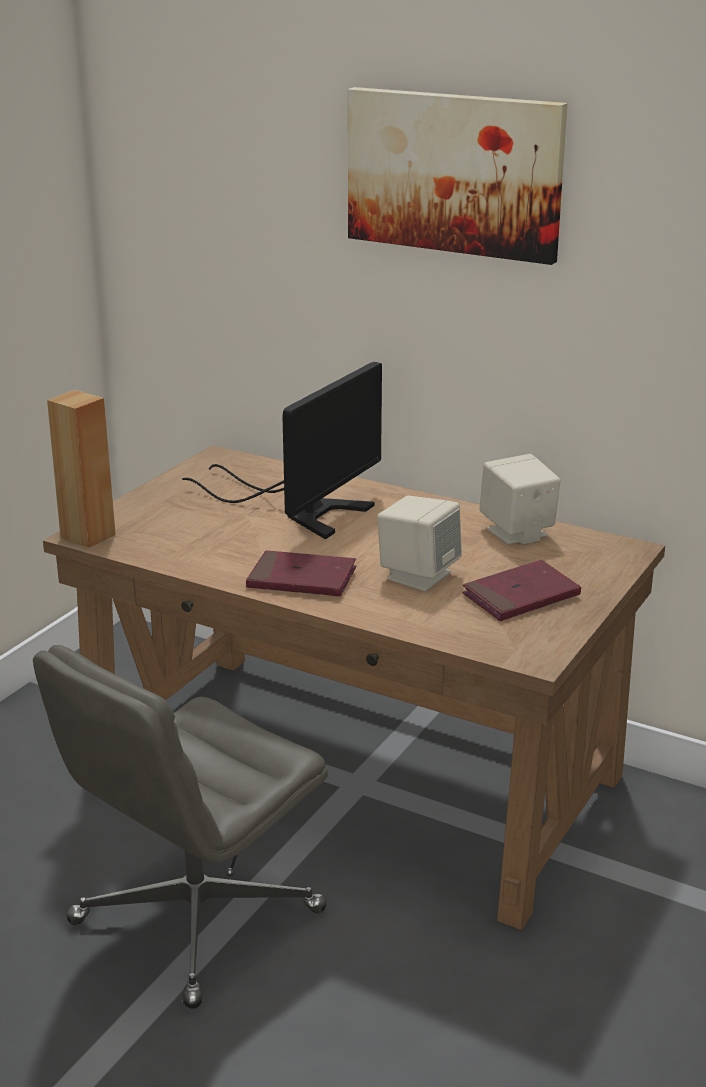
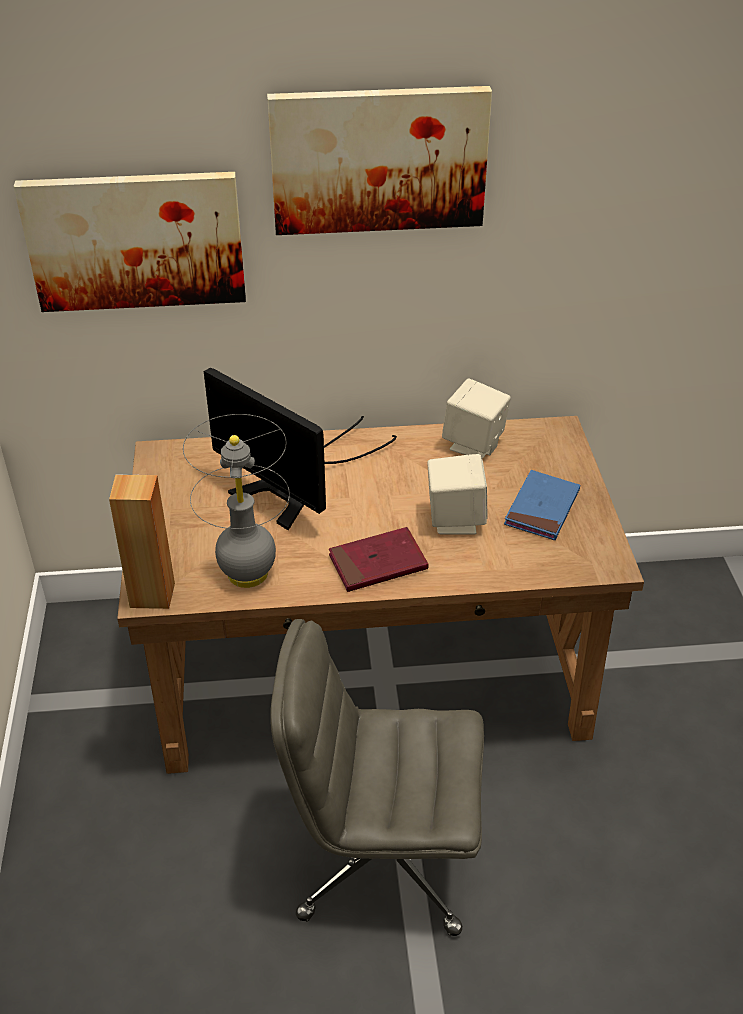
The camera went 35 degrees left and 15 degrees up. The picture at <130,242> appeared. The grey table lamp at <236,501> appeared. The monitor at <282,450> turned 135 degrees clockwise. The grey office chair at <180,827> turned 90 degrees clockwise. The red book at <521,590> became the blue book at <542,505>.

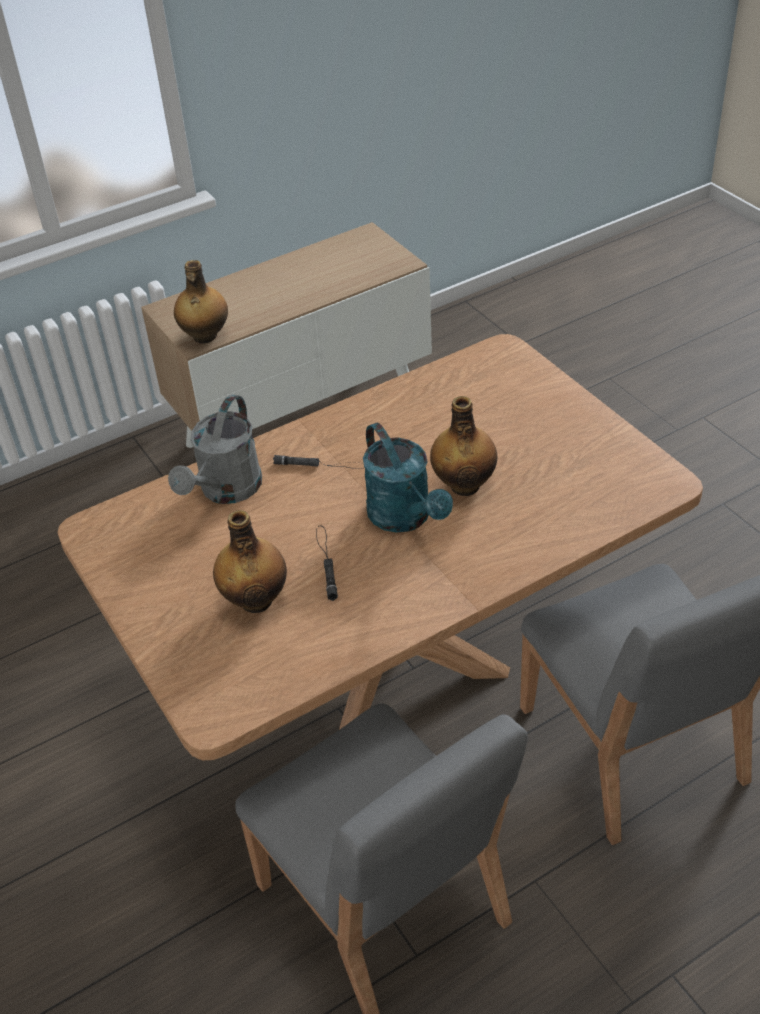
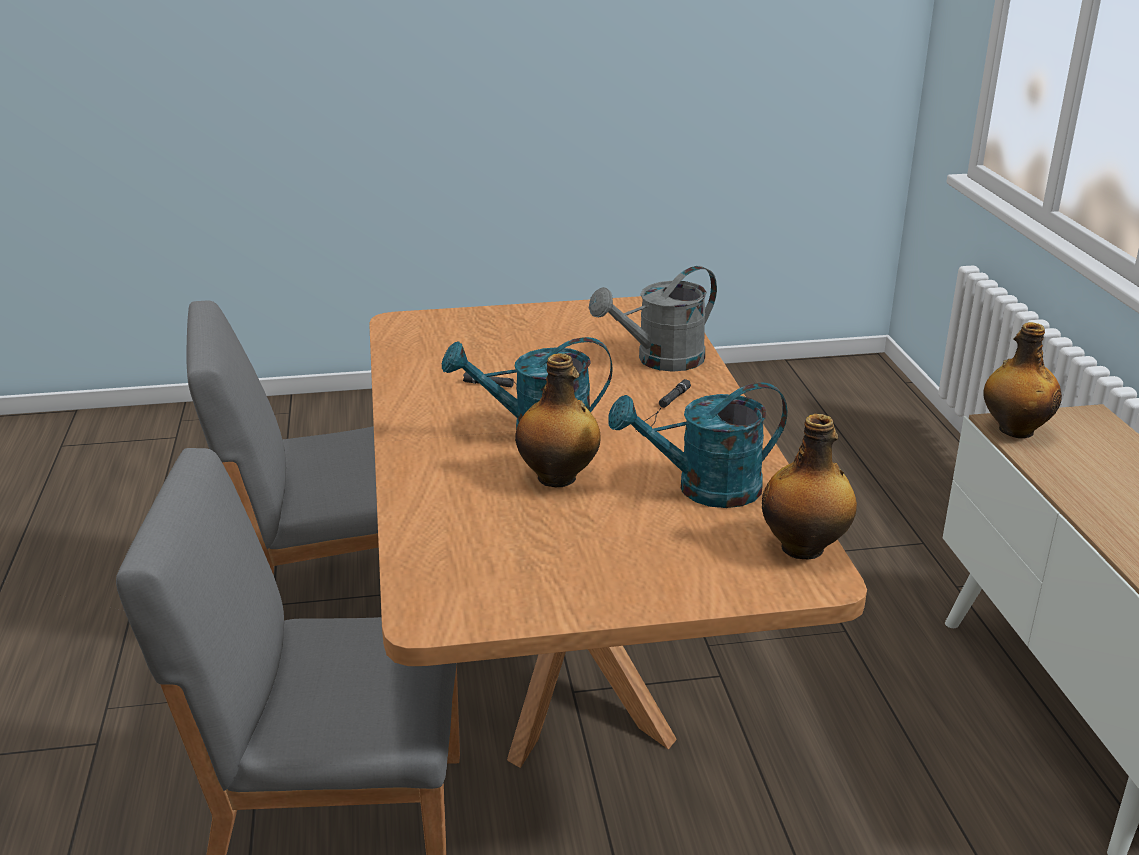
The camera went 110 degrees right and 15 degrees down. The grey watering can at <215,449> turned 75 degrees counterclockwise. The turquoise watering can at <697,445> appeared. The bottle moved from <250,561> to <809,486>.

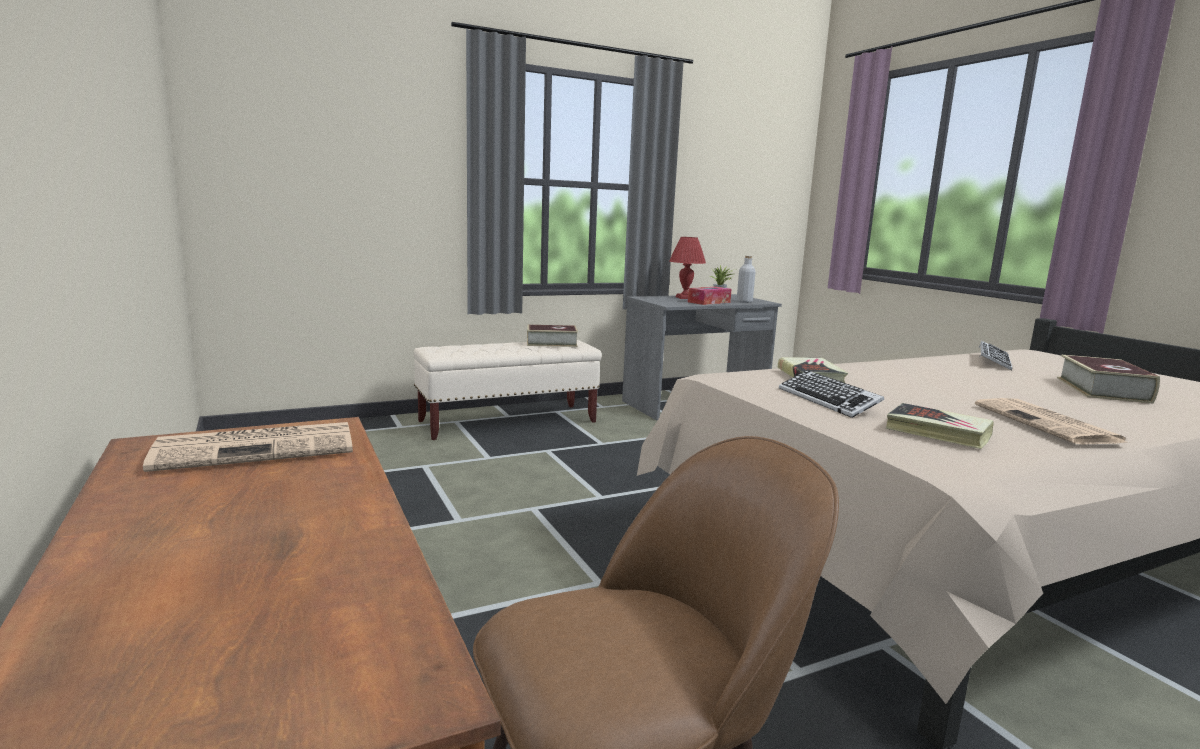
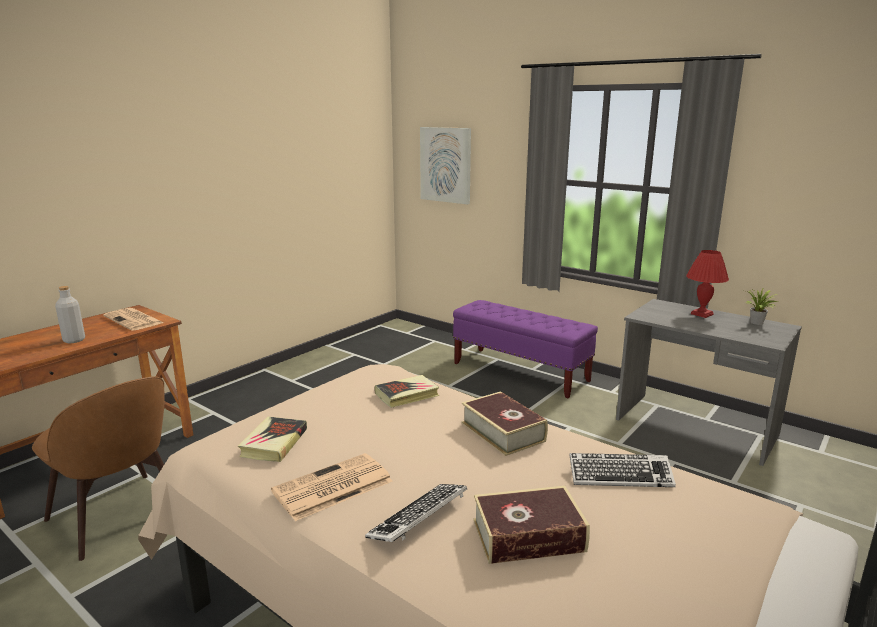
The camera went 65 degrees right and 5 degrees up. The grey bottle moved from <746,279> to <70,314>. The keyboard moved from <831,394> to <416,513>. The picture at <445,165> appeared. The beige bench at <508,390> became the purple bench at <525,349>. The book moved from <552,336> to <504,423>. The tissue box at <710,296> disappeared.

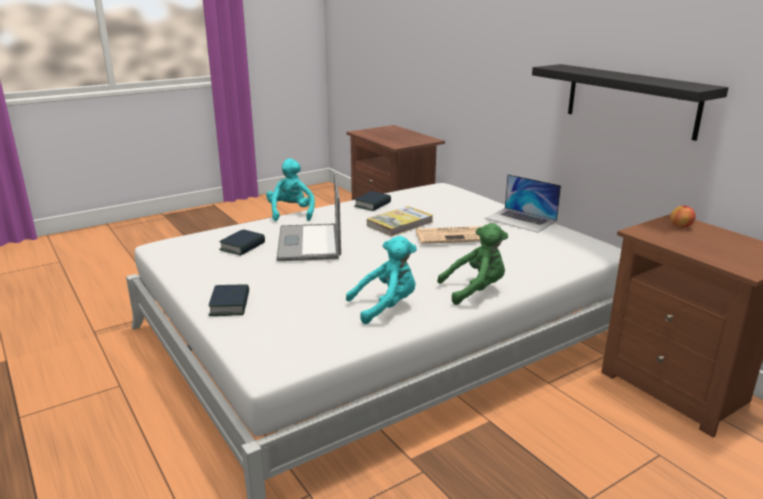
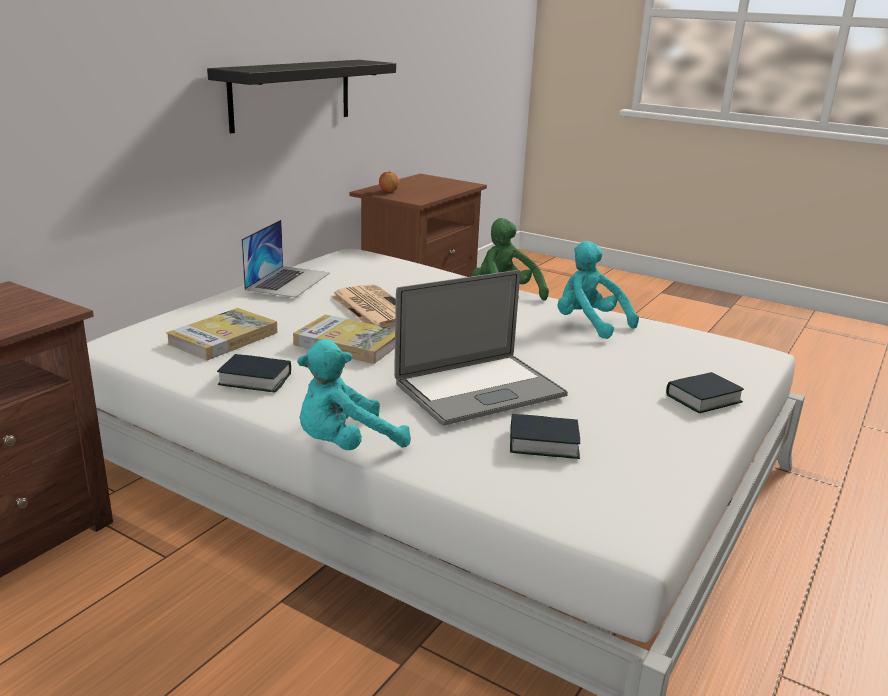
The camera went 115 degrees left and 0 degrees up. The book at <222,334> appeared.

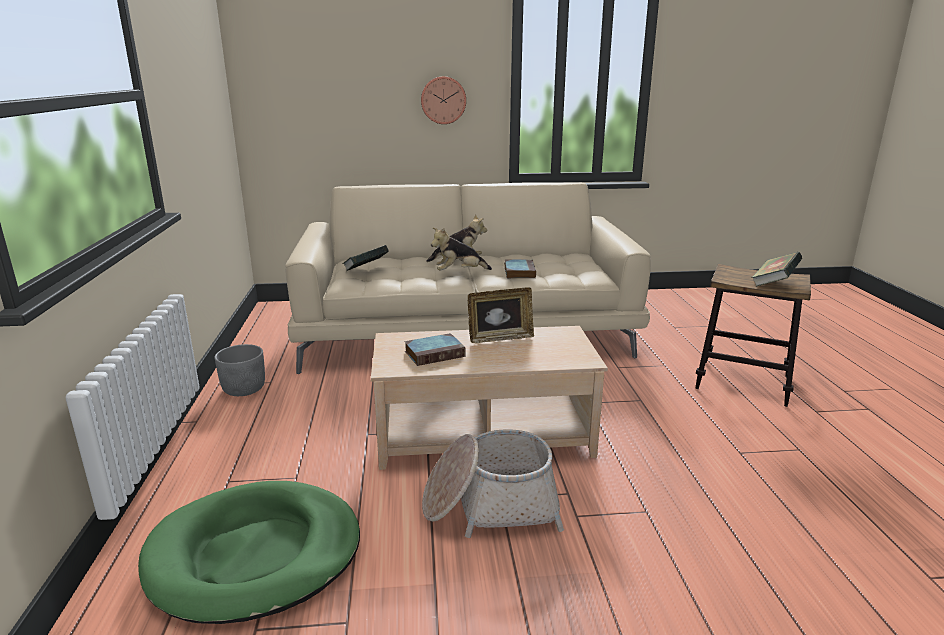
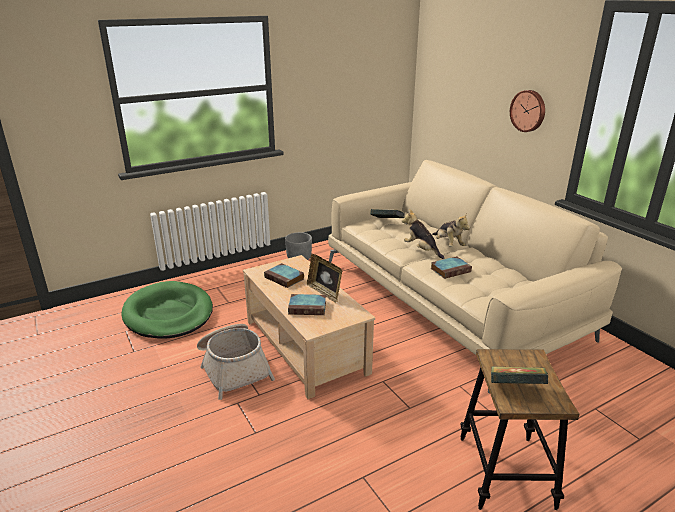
The camera went 65 degrees right and 5 degrees up. The book at <307,304> appeared.

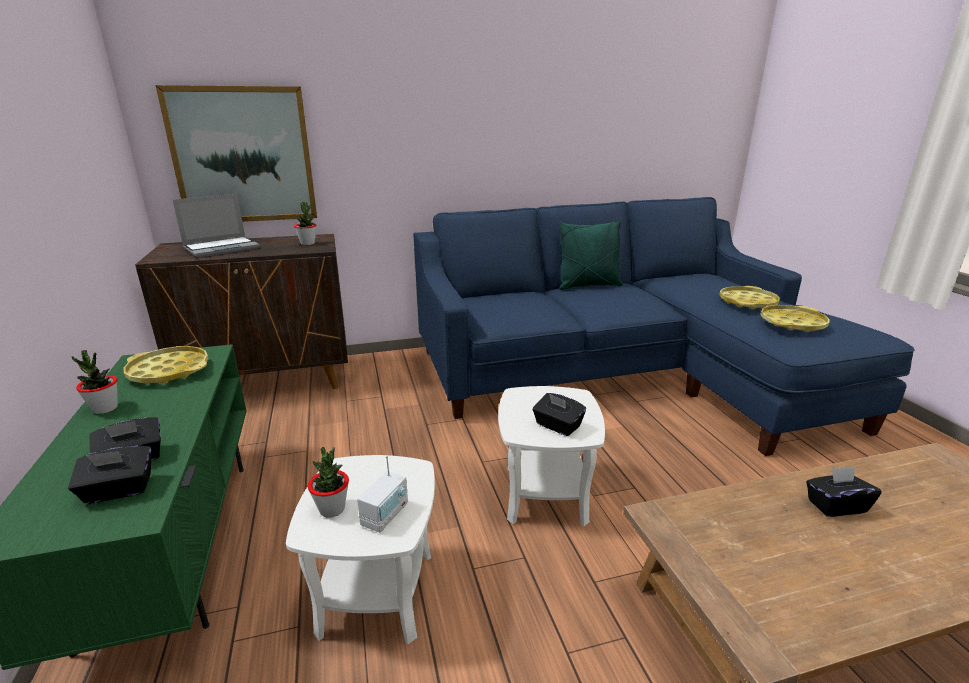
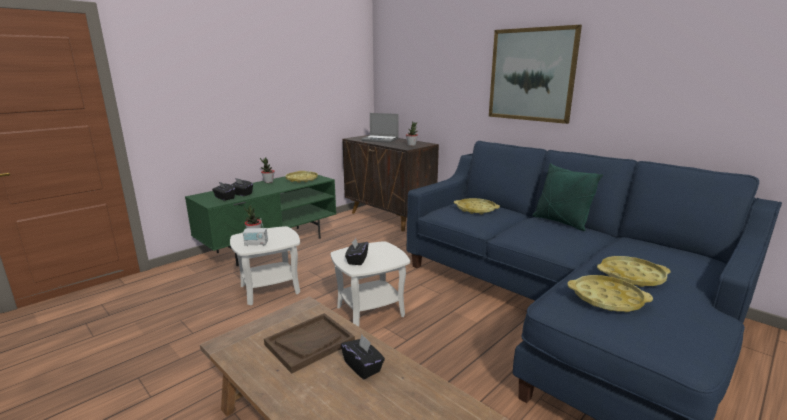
The camera went 60 degrees right and 5 degrees down. The brown tray at <309,343> appeared. The yellow tray at <477,206> appeared. The picture moved from <236,153> to <535,74>.

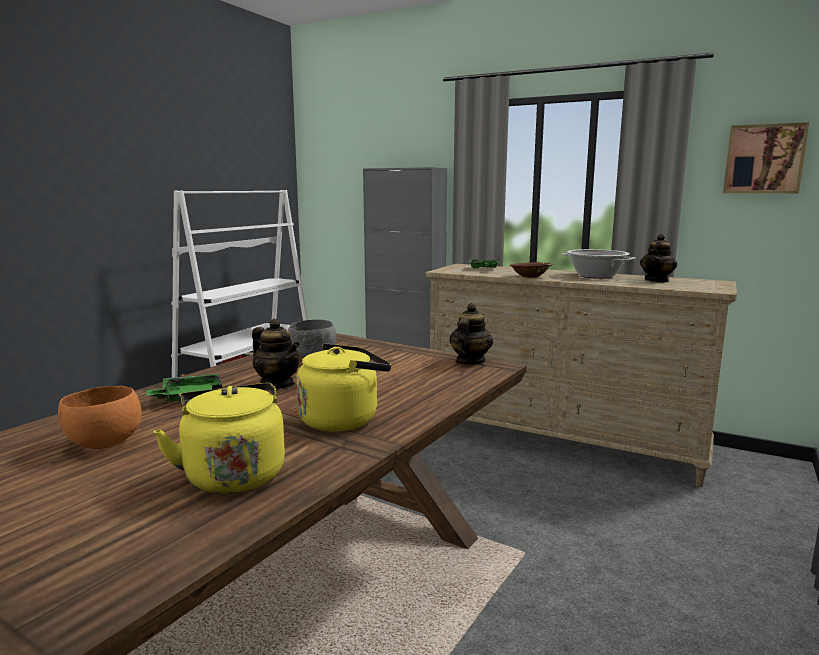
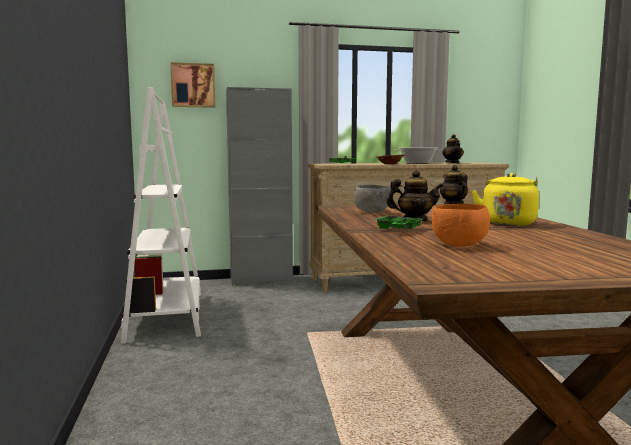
The camera went 40 degrees left and 5 degrees down. The picture moved from <766,157> to <192,85>. The yellow kettle at <219,438> disappeared.

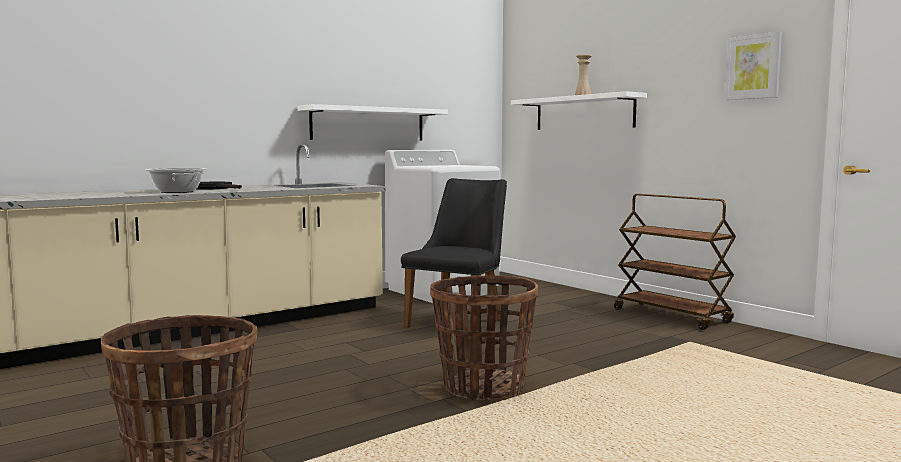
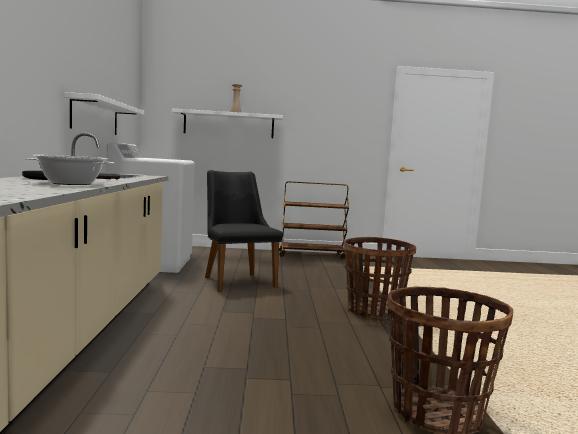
The camera went 55 degrees left and 0 degrees up. The picture at <753,66> disappeared.

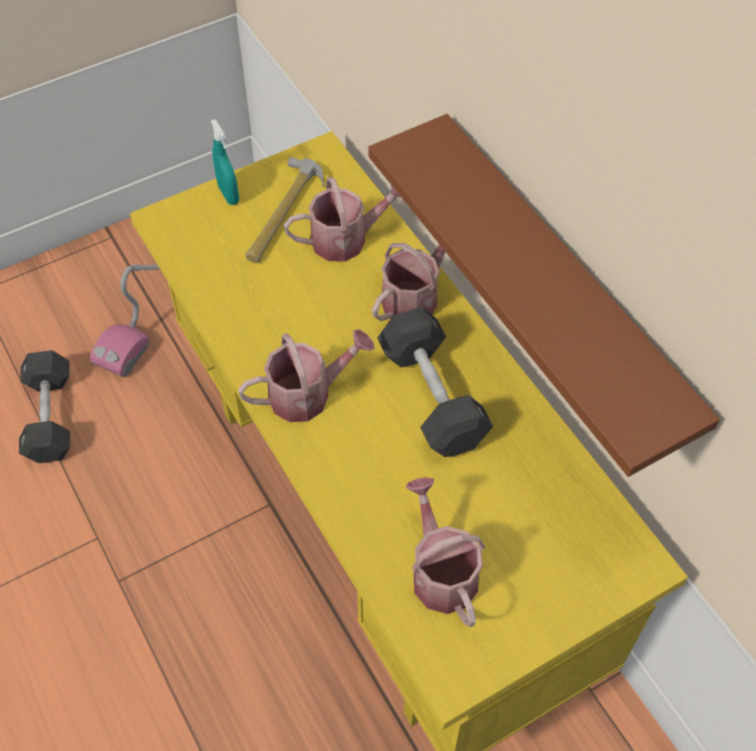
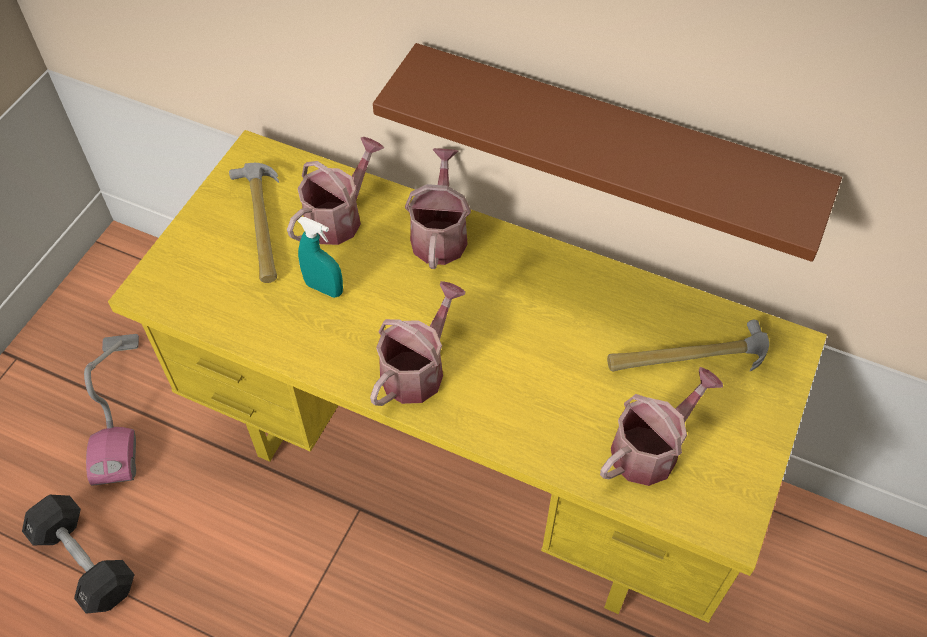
The camera went 35 degrees left and 0 degrees up. The turquoise spray bottle moved from <225,162> to <320,257>. The watering can at <445,552> turned 105 degrees clockwise. The hammer at <688,346> appeared. The black dumbbell at <435,382> disappeared.

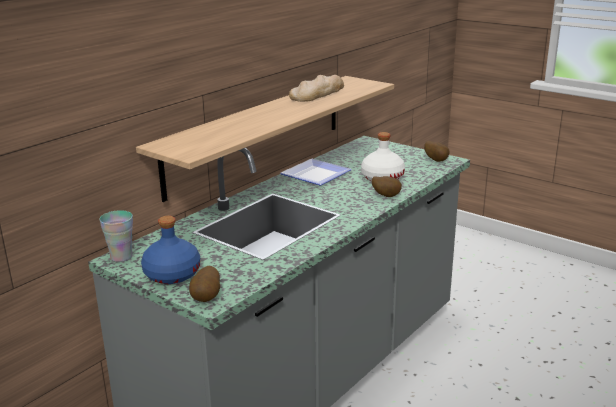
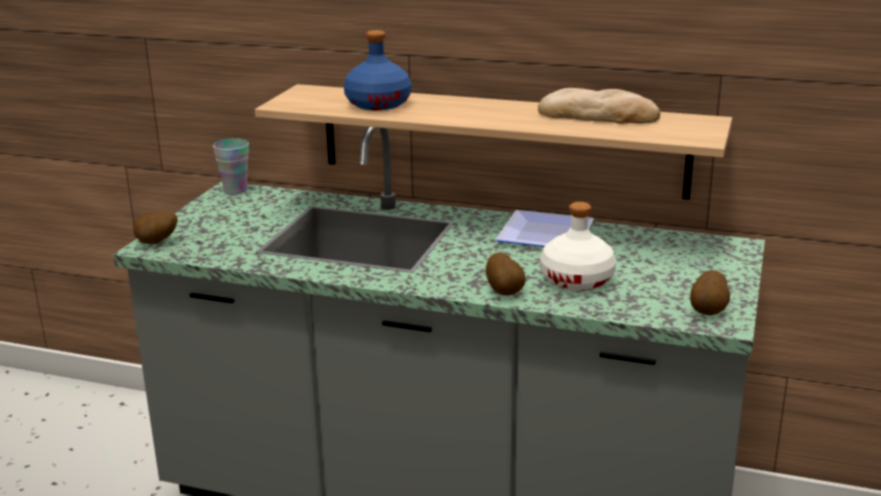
The camera went 70 degrees right and 0 degrees up. The blue bottle moved from <170,250> to <378,70>.

